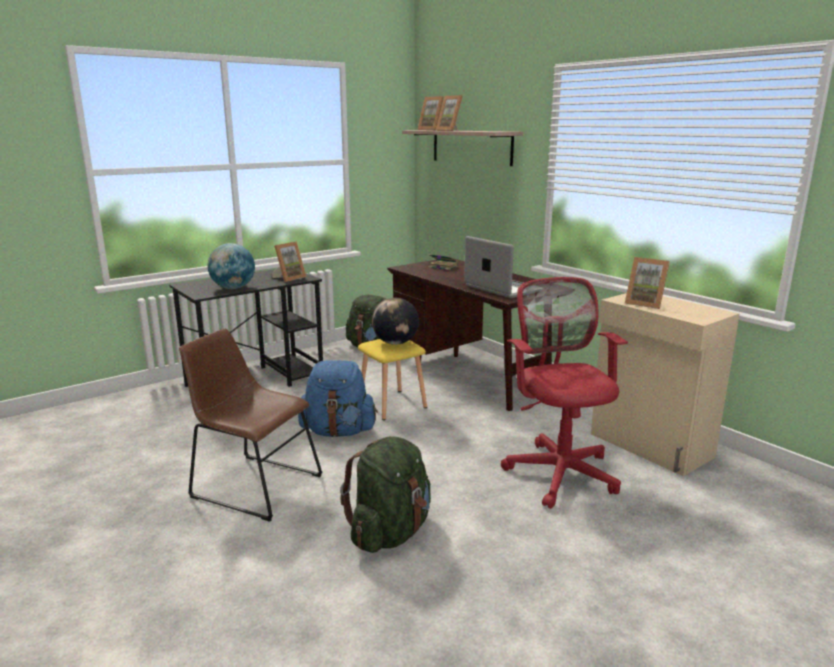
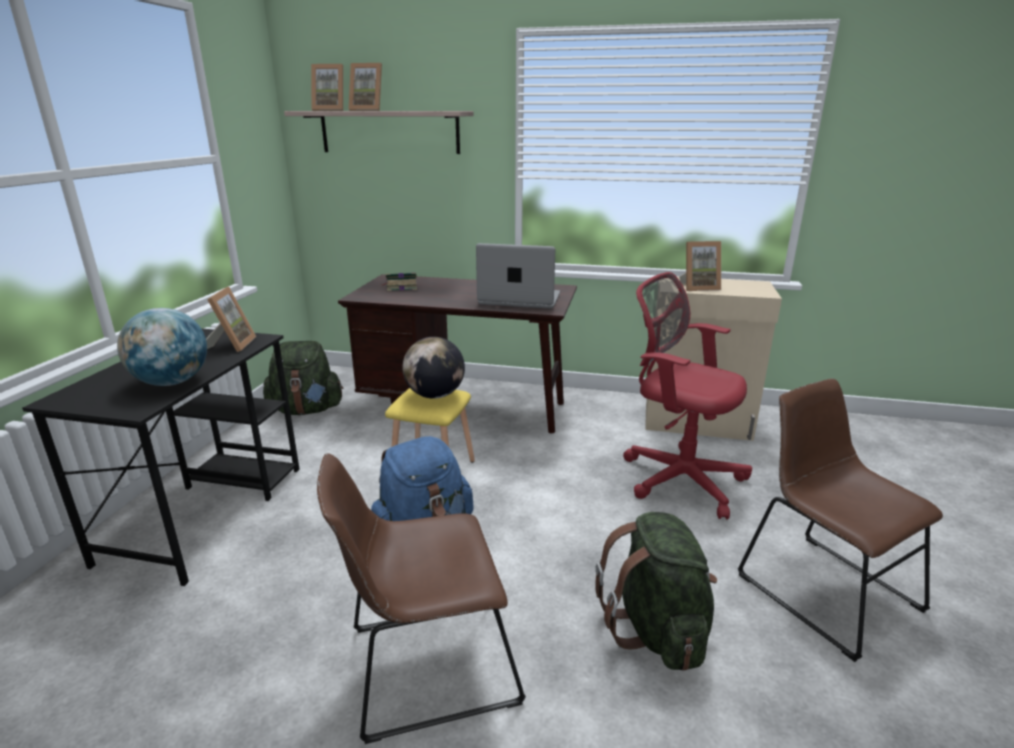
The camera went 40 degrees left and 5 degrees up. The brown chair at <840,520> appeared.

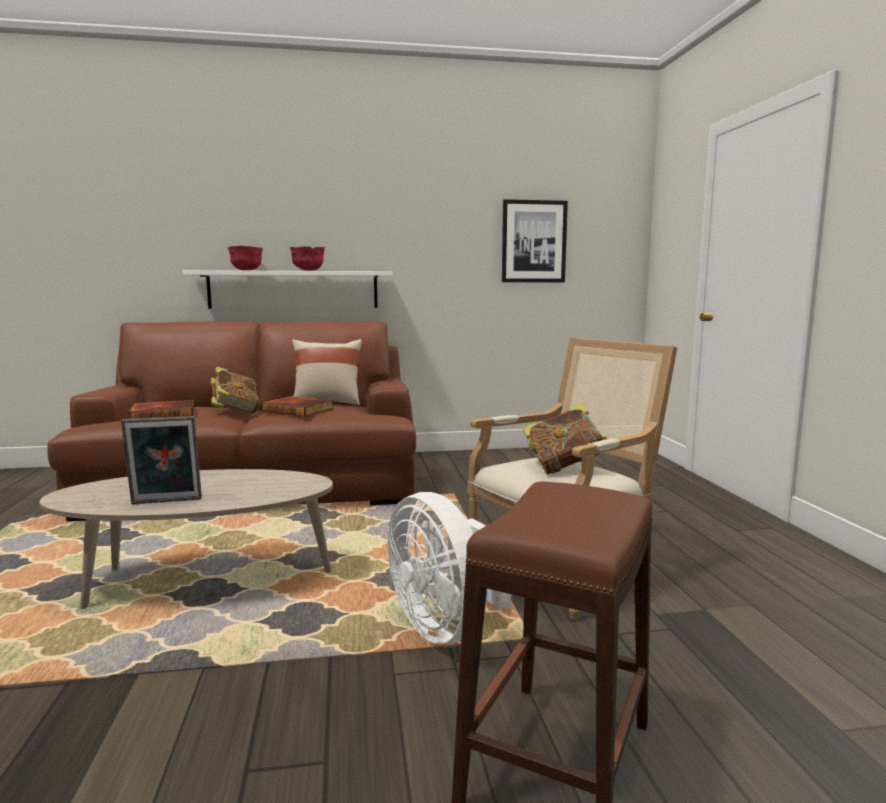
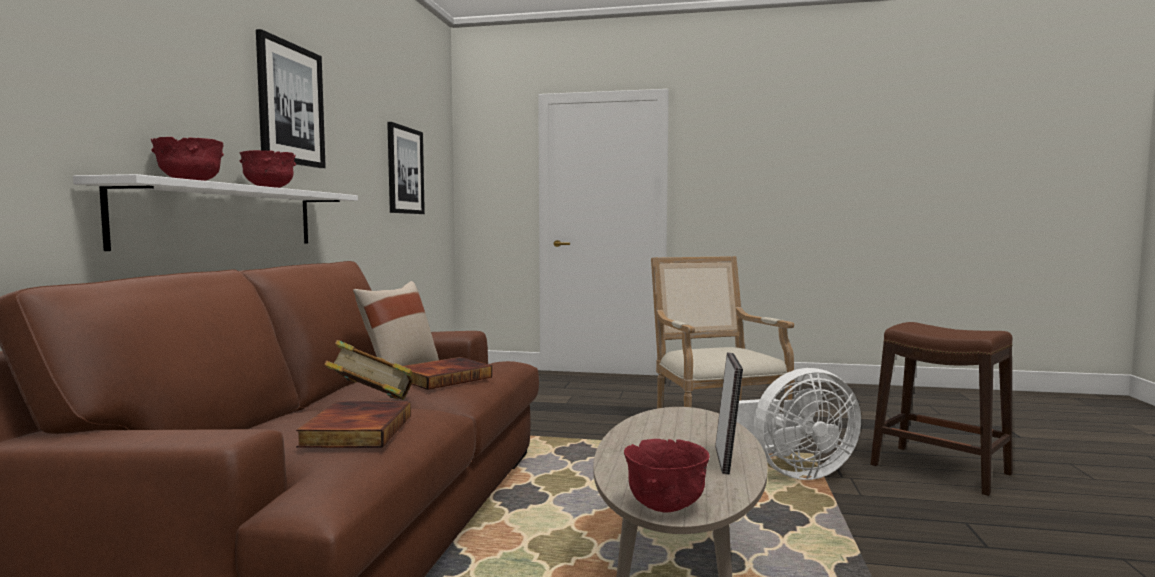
The camera went 70 degrees left and 5 degrees down. The picture at <291,98> appeared. The red bowl at <667,475> appeared. The book at <564,439> disappeared.

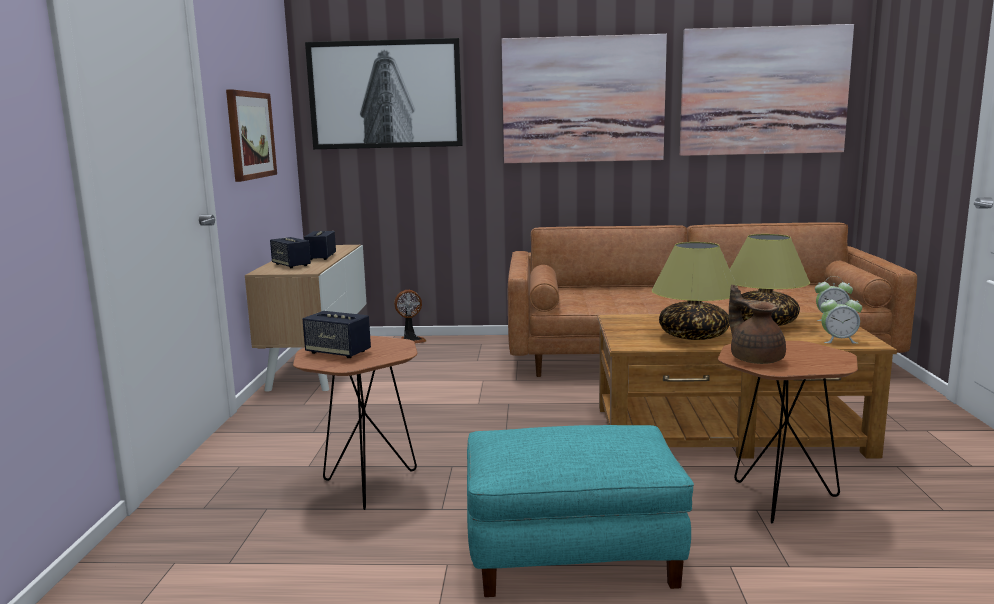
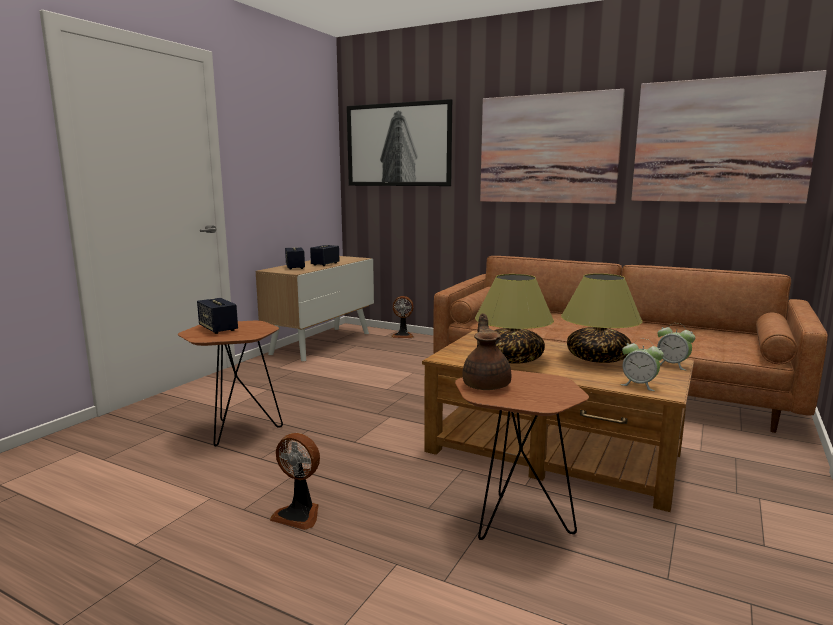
The camera went 25 degrees right and 0 degrees up. The turquoise ottoman at <580,511> was replaced by the fan at <295,481>. The picture at <251,135> disappeared.

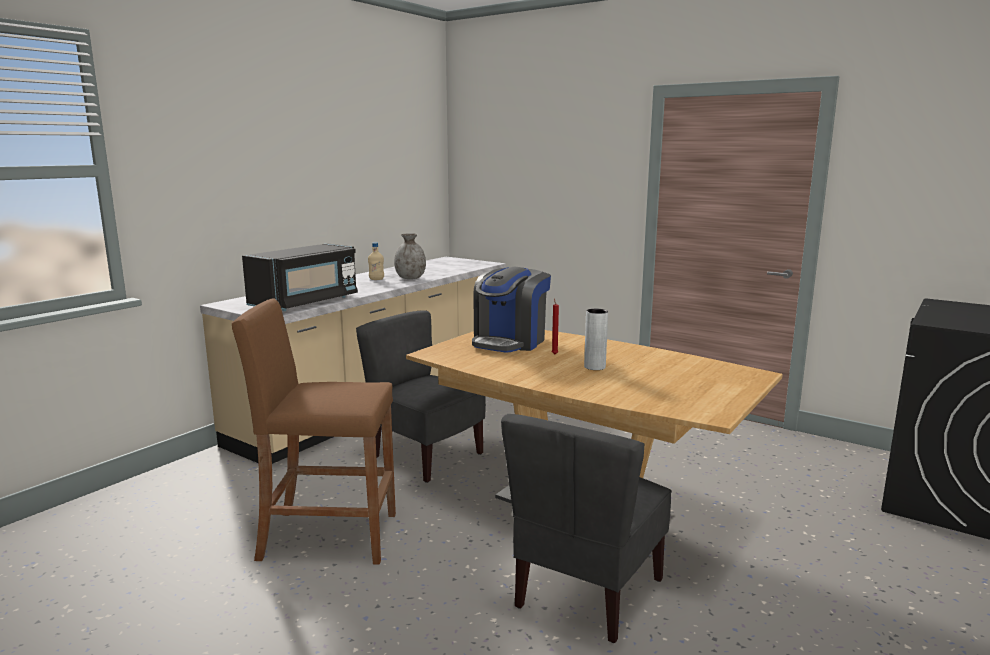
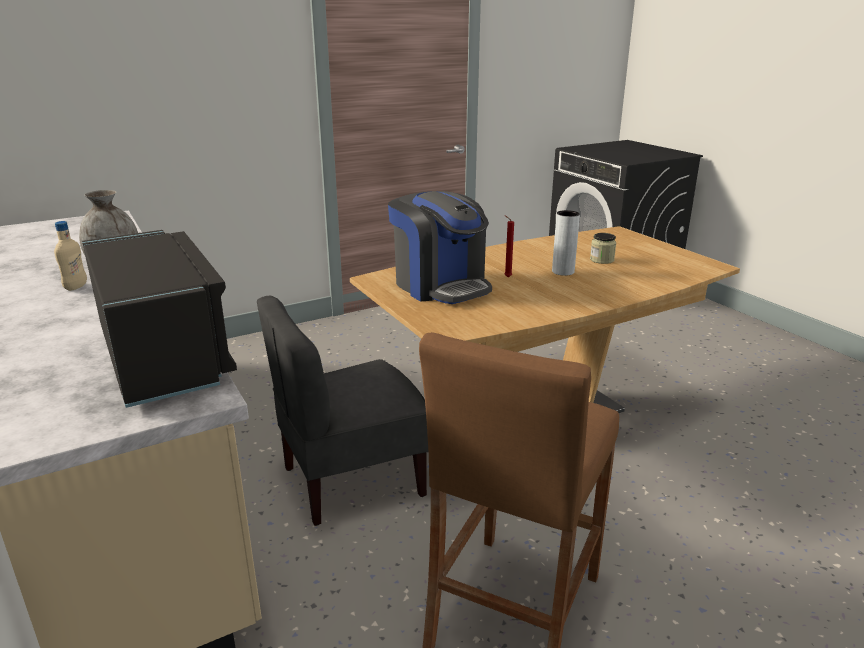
The camera went 65 degrees left and 10 degrees up. The jar at <603,248> appeared. The grey chair at <586,528> disappeared.

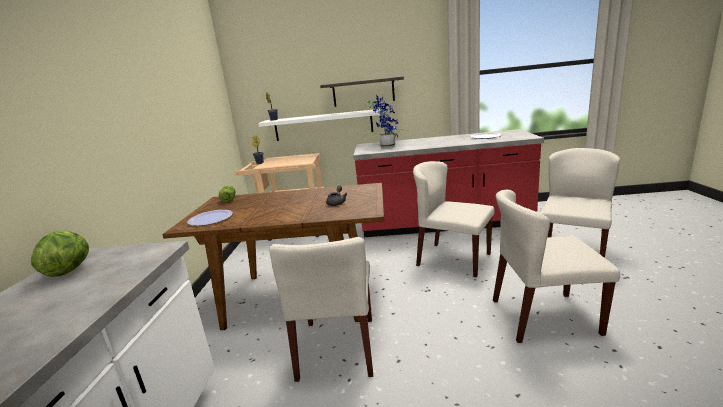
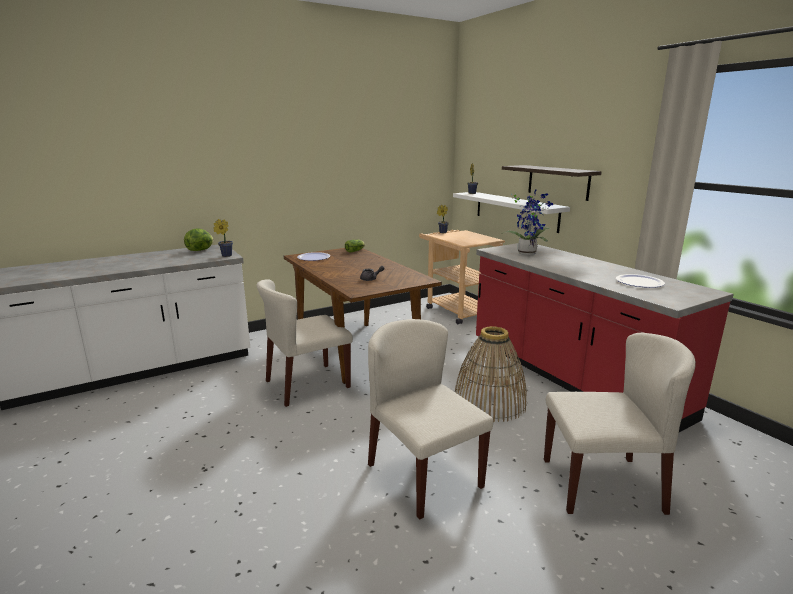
The camera went 55 degrees right and 0 degrees up. The potted plant at <223,238> appeared. The beige chair at <453,219> was replaced by the basket at <491,374>.

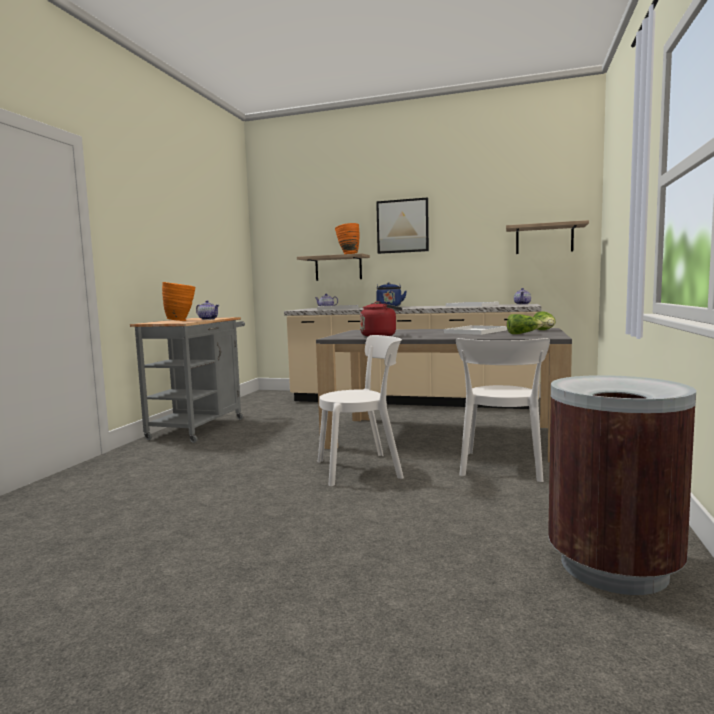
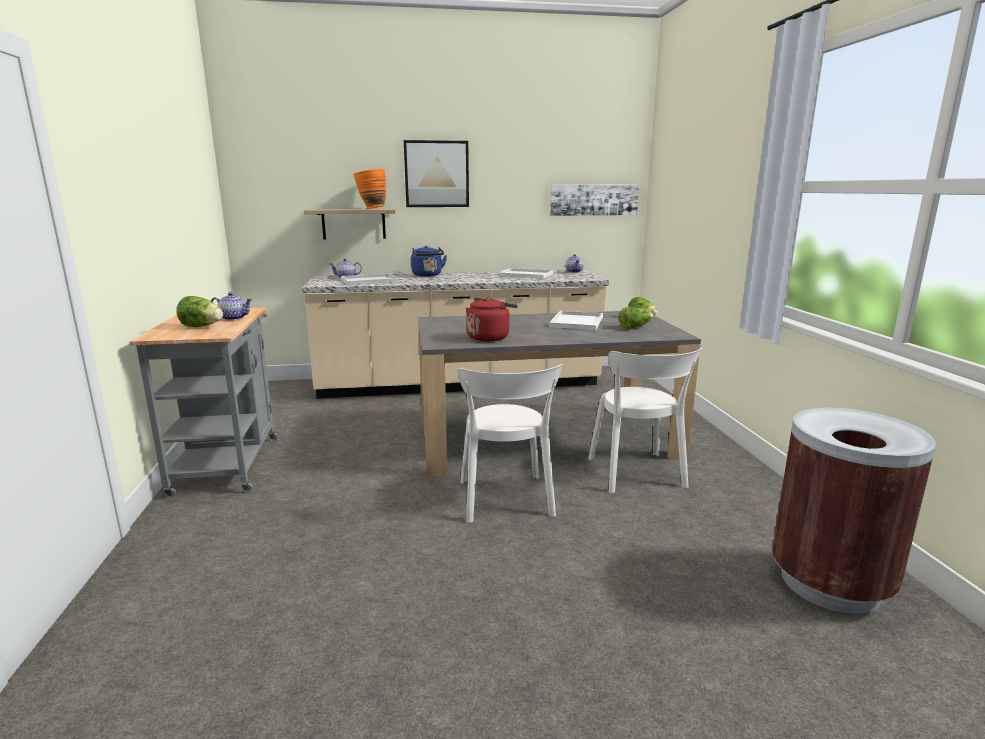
The camera went 25 degrees left and 10 degrees up. The orange vase at <178,301> was replaced by the lettuce at <199,311>. The white chair at <361,410> turned 120 degrees clockwise. The shelf at <547,237> was replaced by the picture at <594,200>.

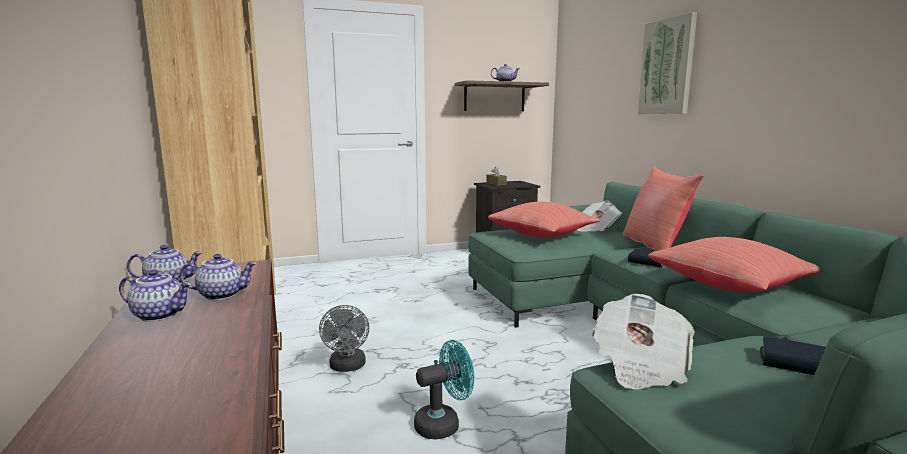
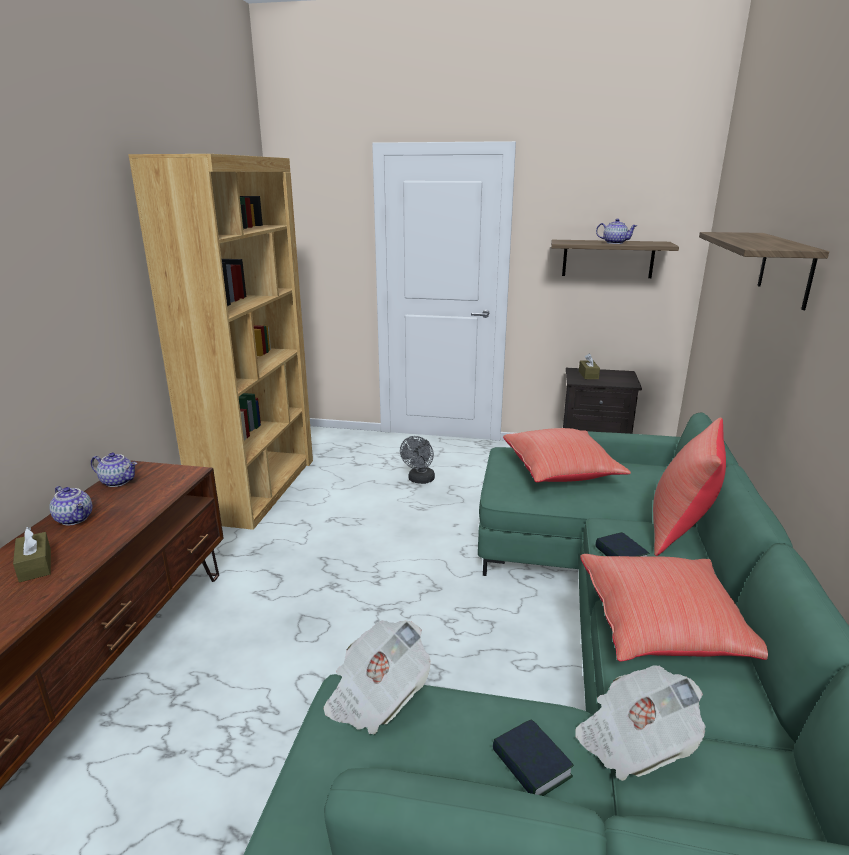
The camera went 30 degrees right and 10 degrees up. The brown tissue box at <32,554> appeared. The grey fan moved from <344,338> to <417,460>. The newspaper moved from <599,216> to <640,723>. The picture at <667,63> was replaced by the shelf at <764,271>. The teapot at <218,277> disappeared. The turquoise fan at <444,390> disappeared.

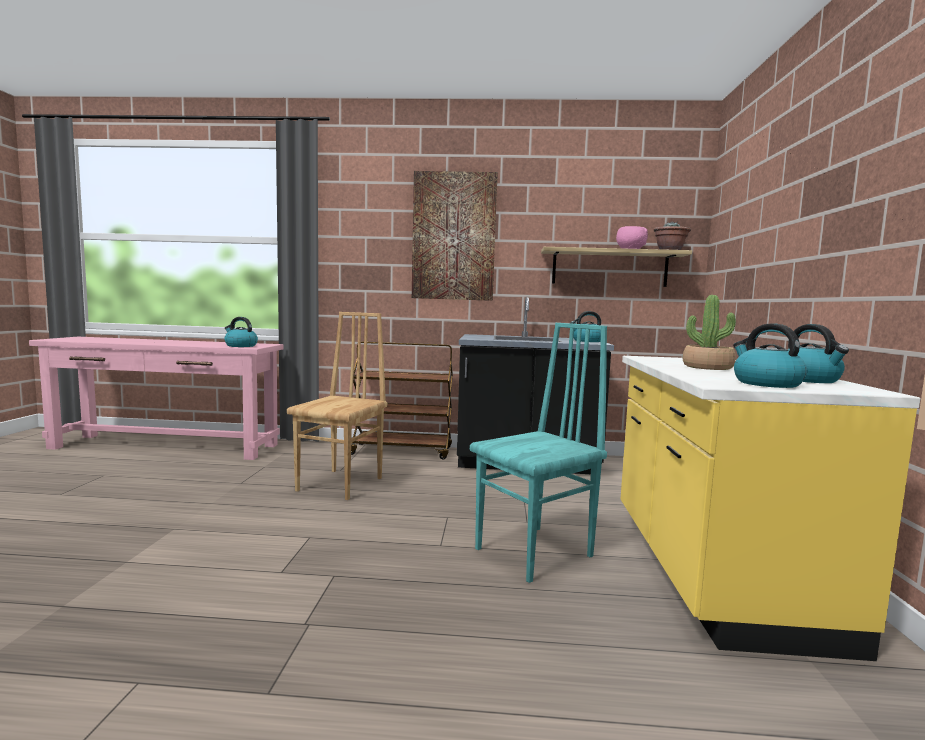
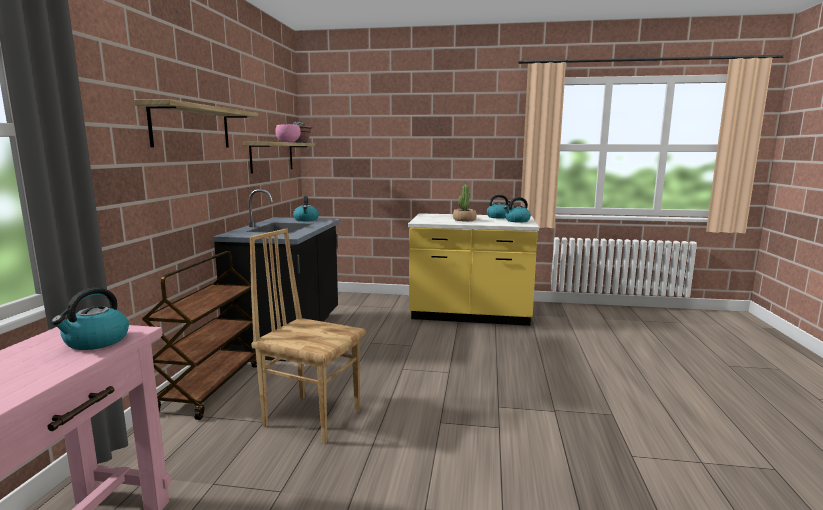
The camera went 85 degrees left and 5 degrees up. The picture at <455,236> was replaced by the shelf at <196,123>. The turquoise chair at <538,453> disappeared.

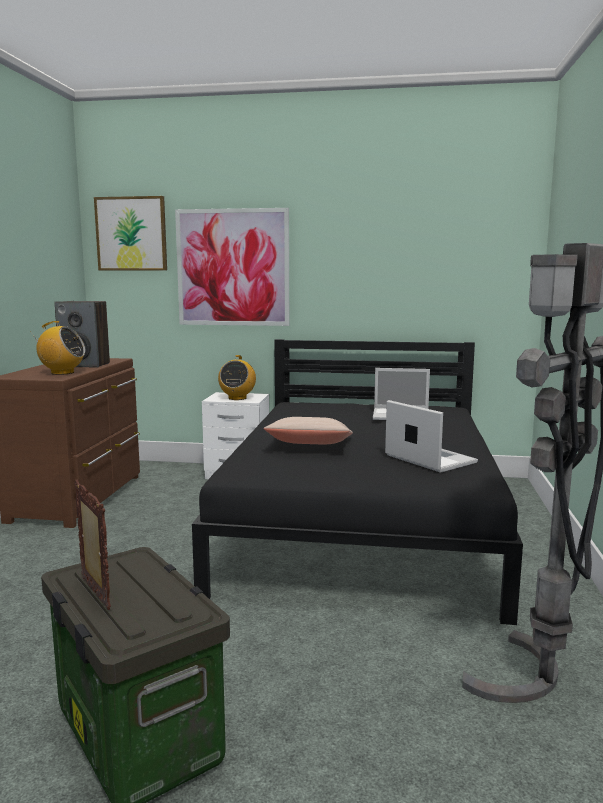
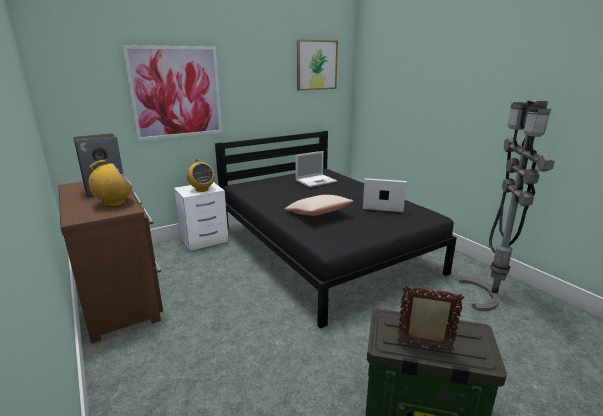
The camera went 40 degrees left and 10 degrees up. The picture moved from <130,233> to <317,65>.

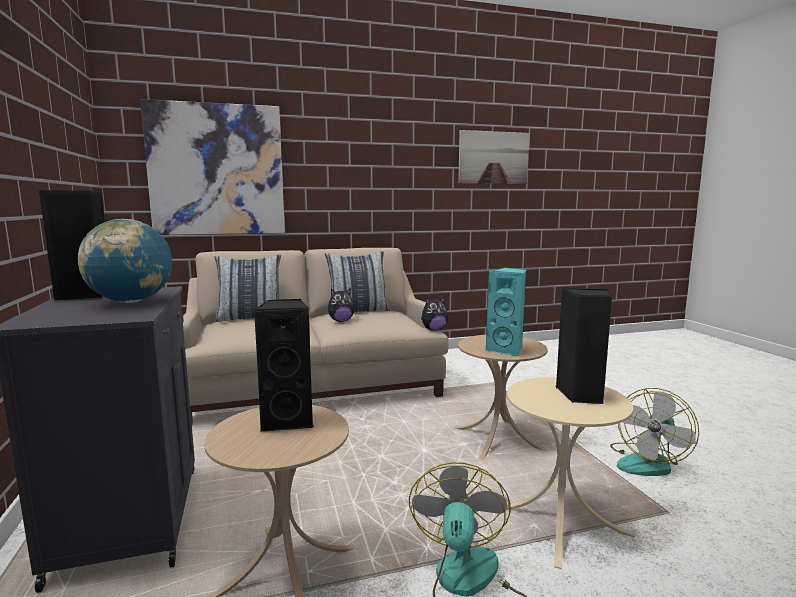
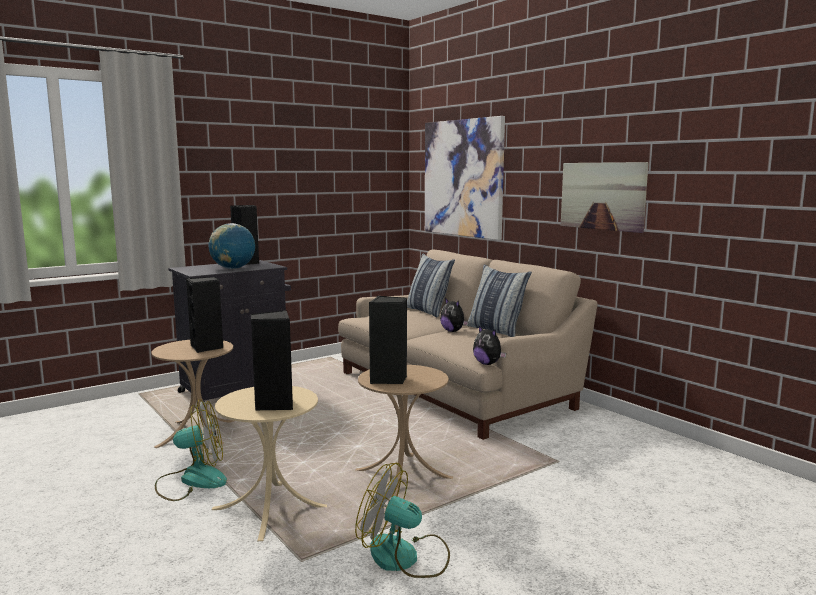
The camera went 70 degrees right and 0 degrees up. The turquoise speaker at <506,311> became the black speaker at <388,340>. The picture moved from <494,157> to <605,197>.

